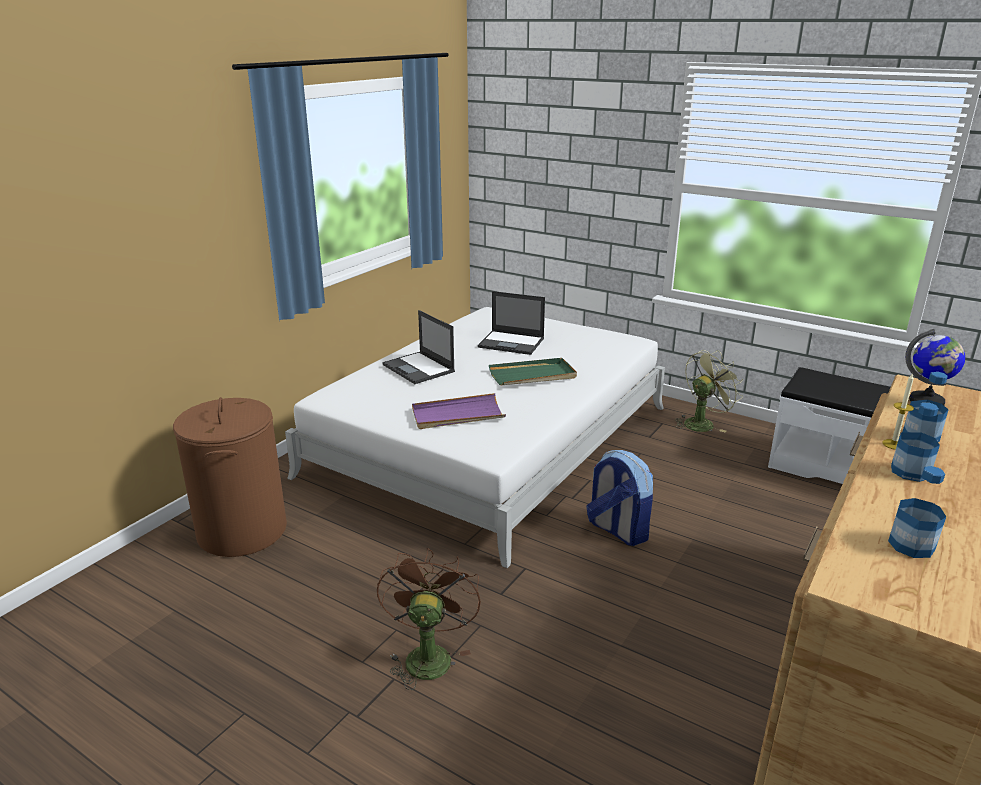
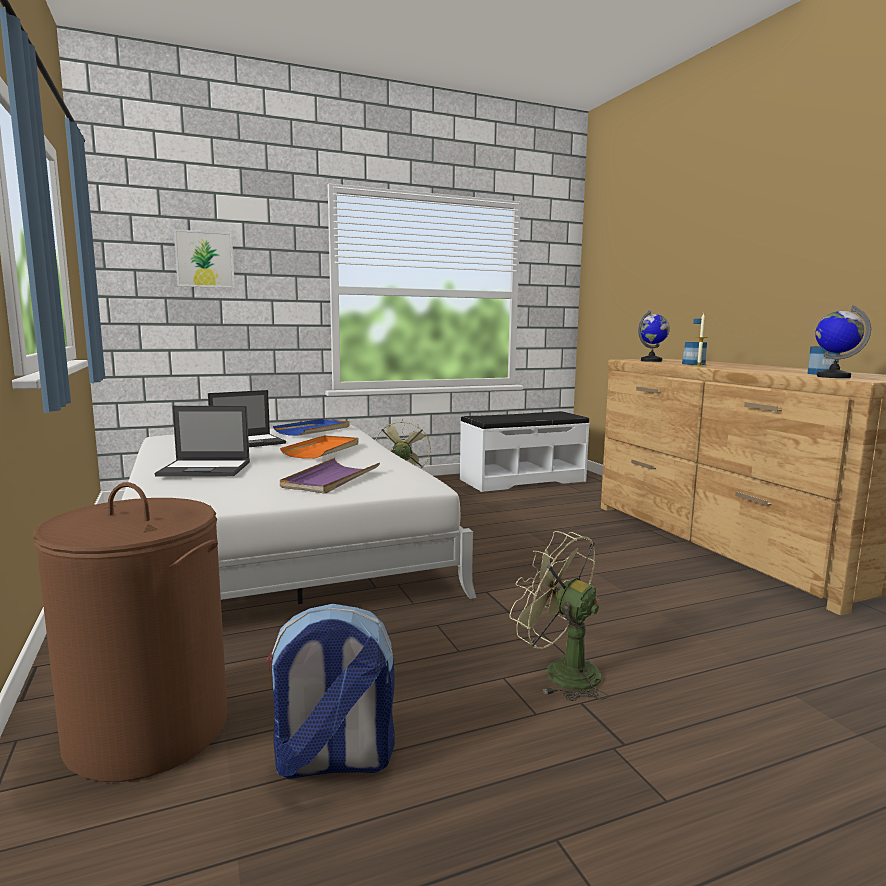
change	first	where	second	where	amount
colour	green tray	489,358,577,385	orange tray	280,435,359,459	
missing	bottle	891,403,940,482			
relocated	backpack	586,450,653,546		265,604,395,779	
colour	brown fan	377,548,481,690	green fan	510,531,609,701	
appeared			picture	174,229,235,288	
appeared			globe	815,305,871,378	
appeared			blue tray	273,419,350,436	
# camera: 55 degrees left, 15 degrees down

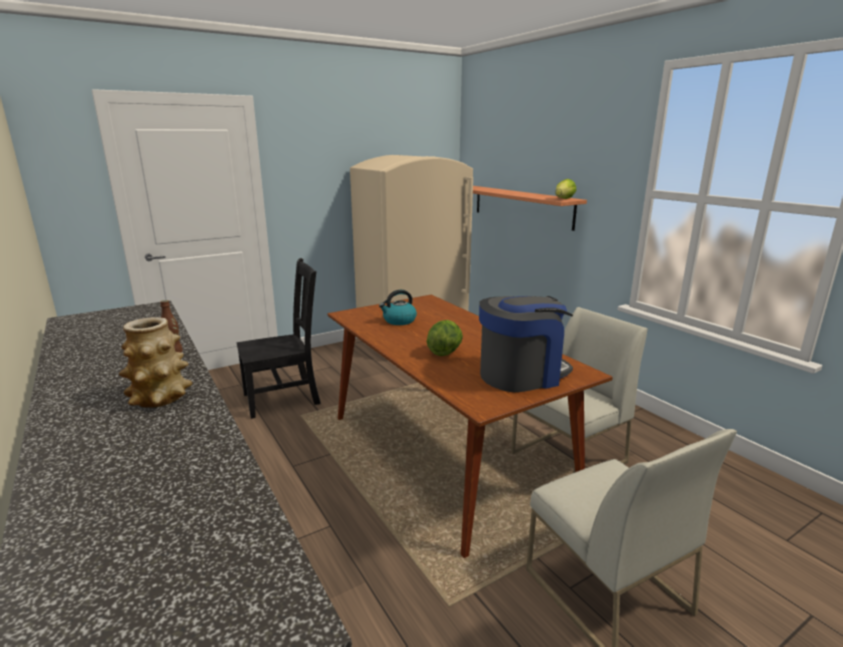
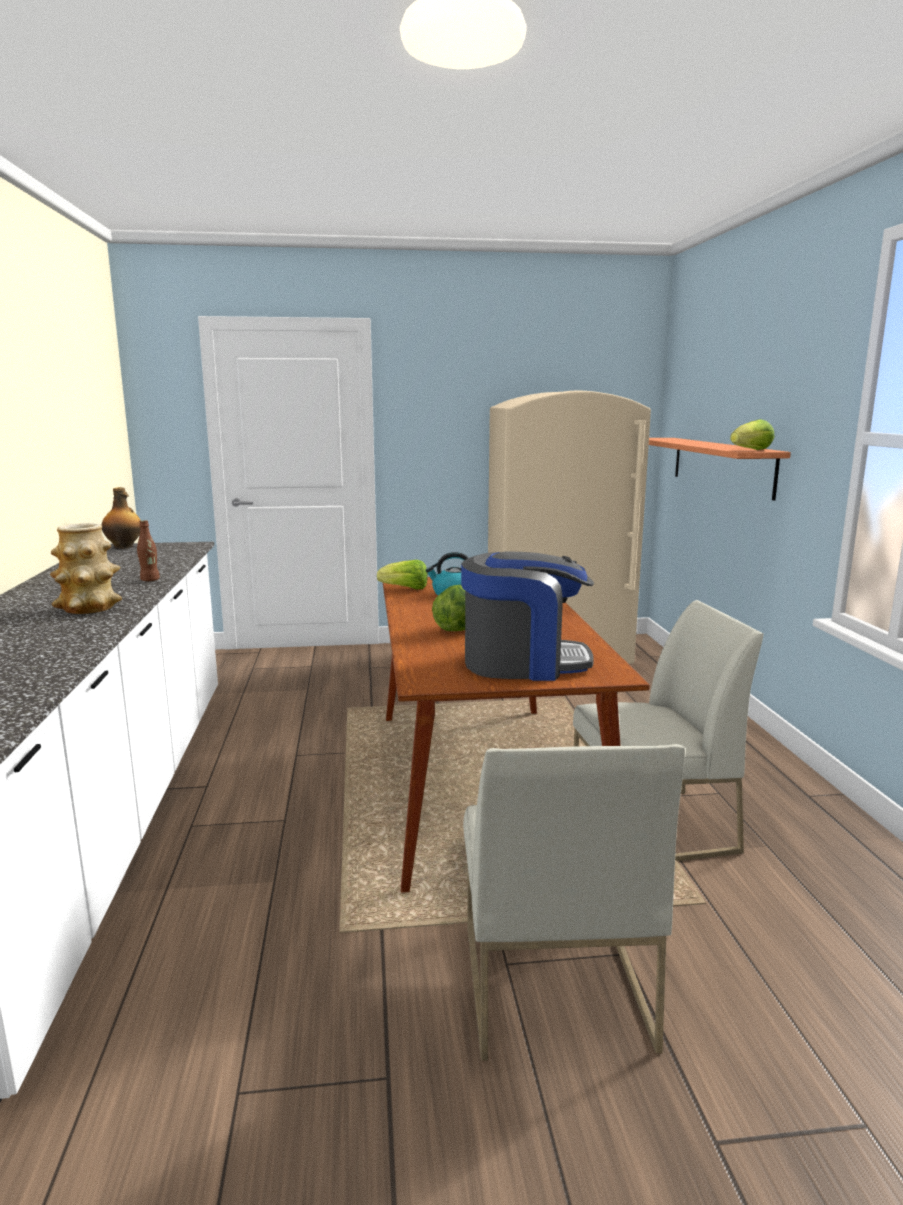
change	first	where	second	where	amount
missing	black chair	237,258,321,419			
appeared			bottle	102,487,141,549	
appeared			lettuce	377,560,428,590	
# camera: 25 degrees right, 5 degrees down

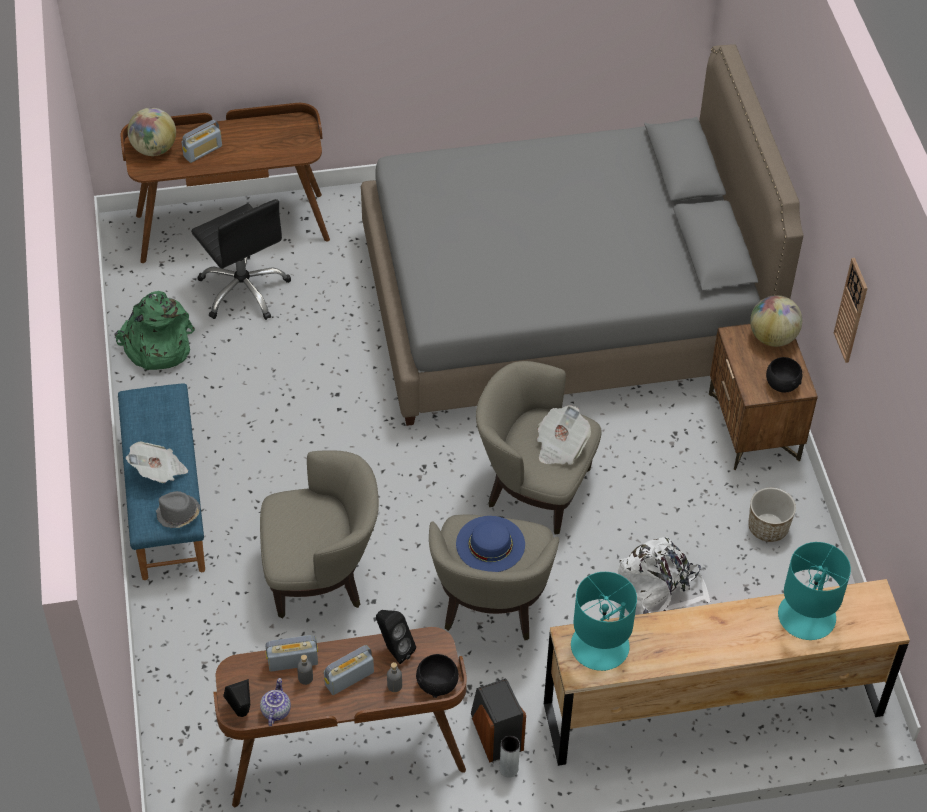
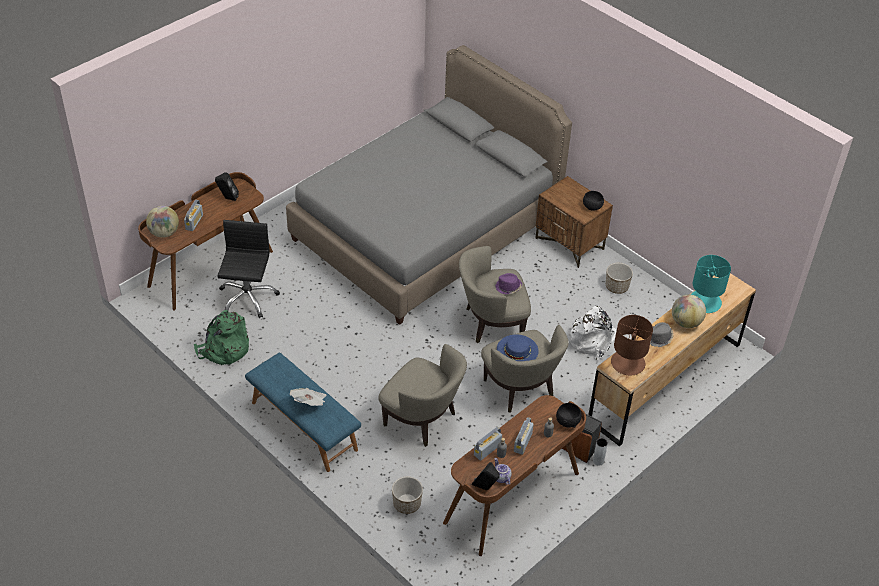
change	first	where	second	where	amount
spun	black office chair	191,199,291,320		217,220,280,318	105 degrees counterclockwise
missing	wall clock	834,258,867,363			
relocated	globe	750,295,802,347		672,294,706,328	
exchanged	newspaper	537,405,591,465	purple hat	495,273,522,294	
spun	beige armchair	260,450,379,618		378,344,467,447	75 degrees clockwise
relocated	grey hat	156,491,200,528		650,322,673,347	
colour	turquoise table lamp	571,572,637,671	brown table lamp	611,315,653,376	
relocated	black speaker	376,610,416,664		215,172,239,201	
appeared			planter	392,476,423,514	
# camera: 35 degrees left, 5 degrees down

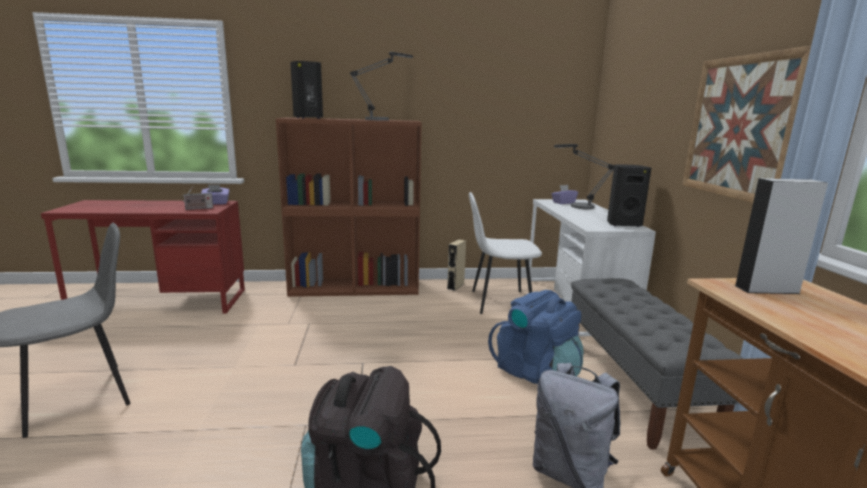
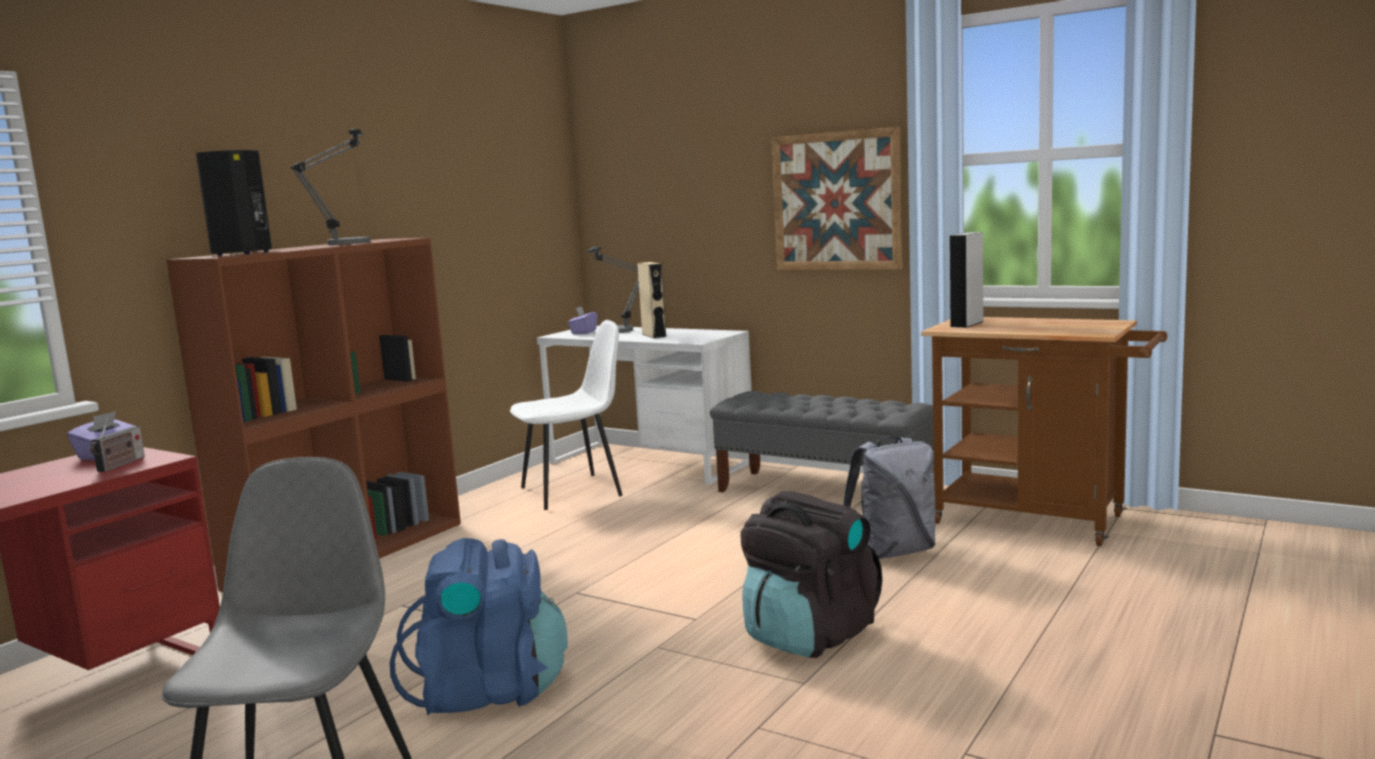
change	first	where	second	where	amount
missing	black speaker	607,164,651,227			
spun	white chair	469,192,542,314		510,320,623,510	150 degrees counterclockwise
relocated	beige speaker	447,239,466,291		637,262,666,338	
relocated	blue backpack	488,290,584,384		390,538,568,715	
# camera: 50 degrees left, 5 degrees down

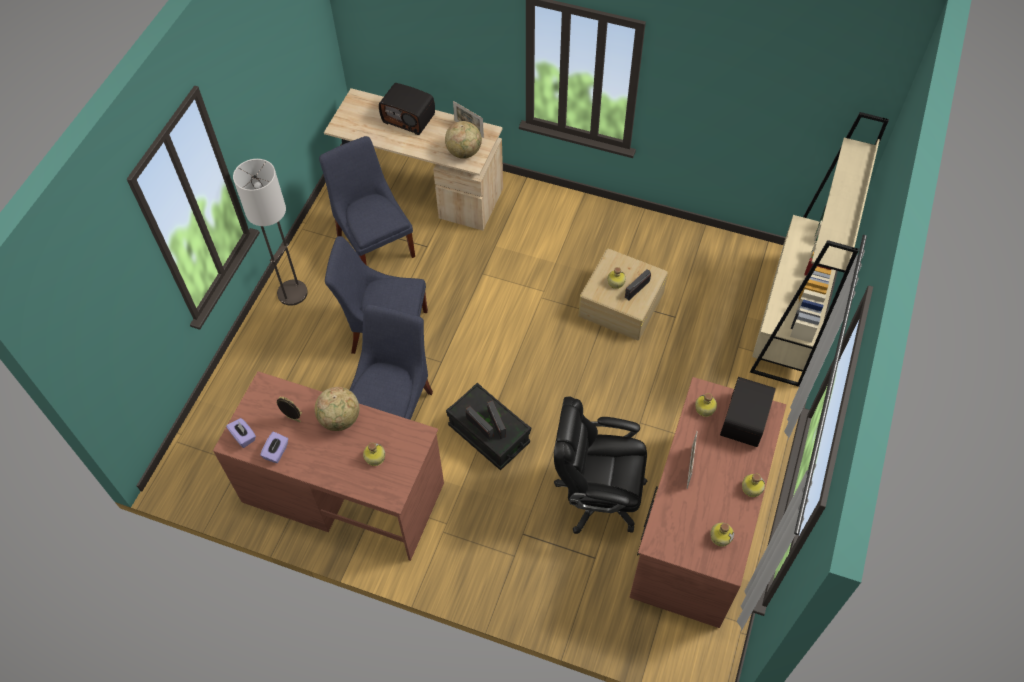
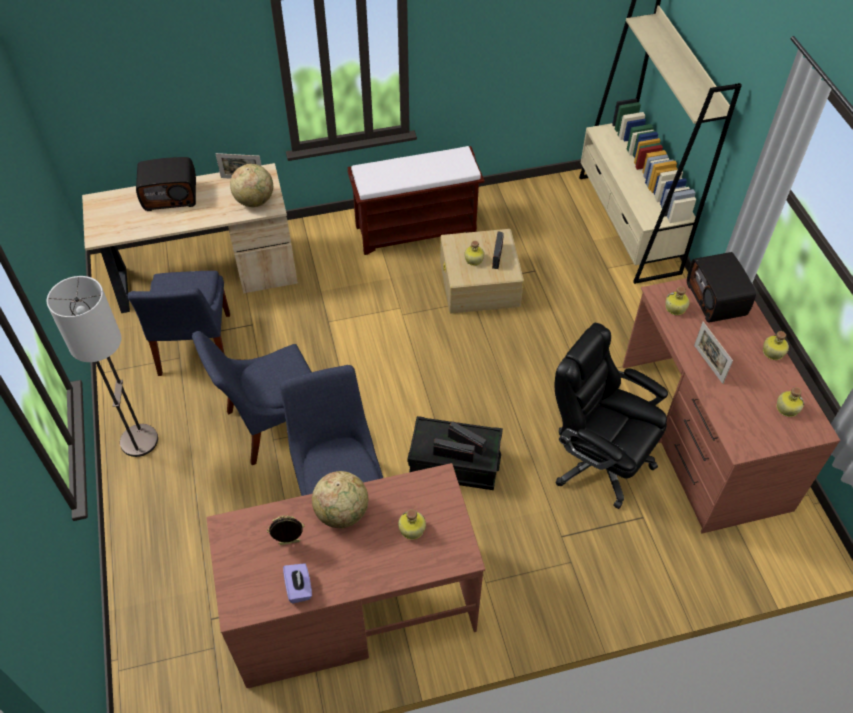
change	first	where	second	where	amount
spun	blue chair	319,136,415,265		128,271,230,376	120 degrees counterclockwise
spun	black office chair	554,397,647,534		555,322,668,509	60 degrees clockwise
missing	purple tissue box	226,418,256,448			
appeared			brown bench	347,146,485,255	
# camera: 35 degrees left, 5 degrees down

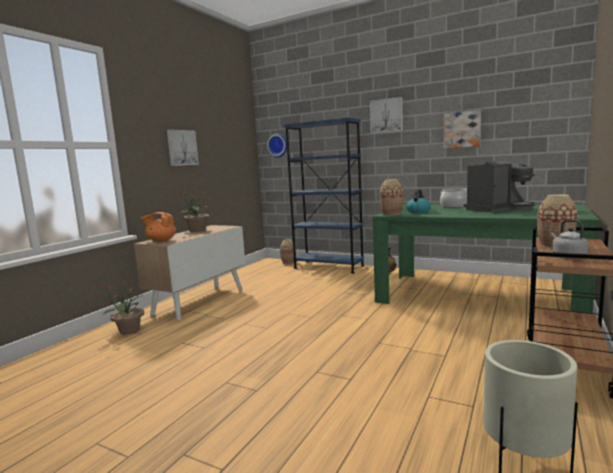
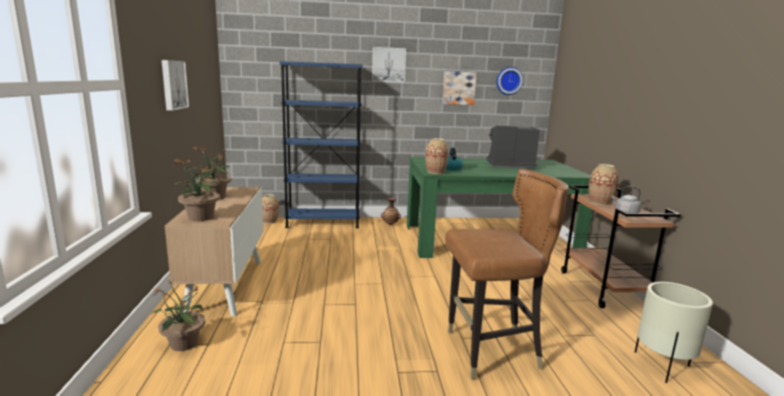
change	first	where	second	where	amount
relocated	wall clock	267,133,287,158		496,67,523,95	
spun	coffee machine	464,161,535,212		487,126,540,169	120 degrees counterclockwise
missing	cooking pot	440,188,467,208			
exchanged	orange teapot	141,212,176,242	potted plant	171,157,221,221	
appeared			brown chair	445,169,569,380	
# camera: 35 degrees left, 5 degrees up

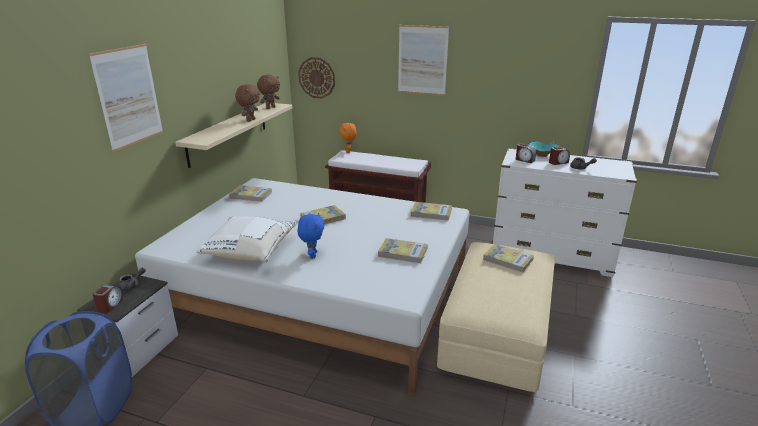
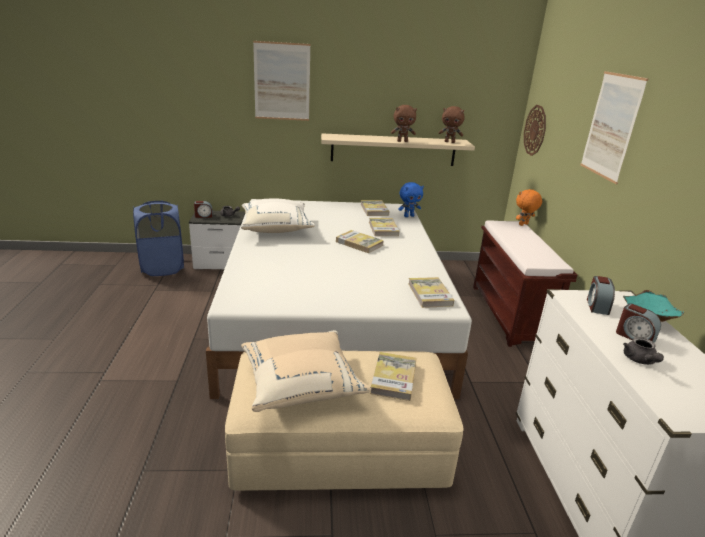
change	first	where	second	where	amount
relocated	blue plush toy	298,213,325,258		398,182,424,217	
relocated	book	378,238,428,263		369,218,400,236	
appeared			beige pillow	241,330,371,412	
# camera: 65 degrees right, 0 degrees up

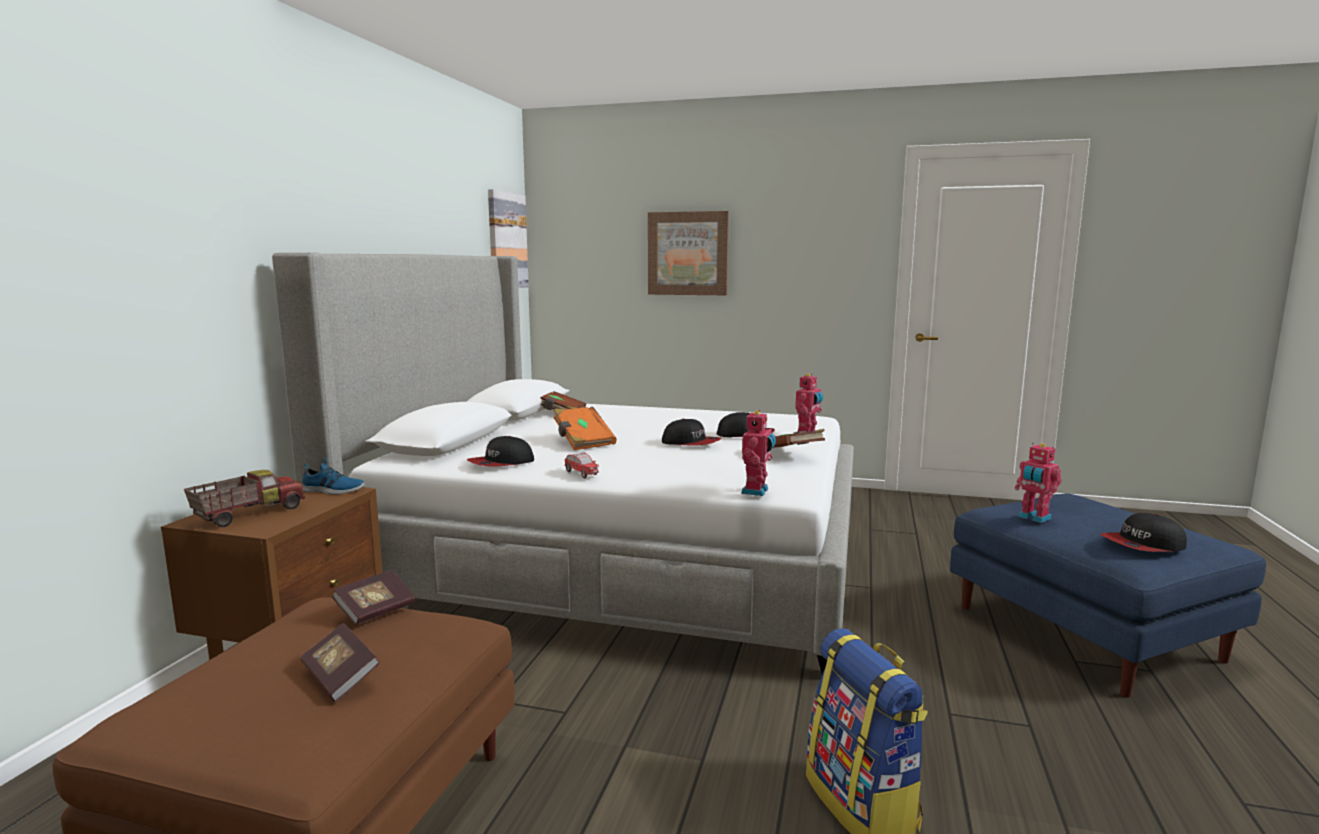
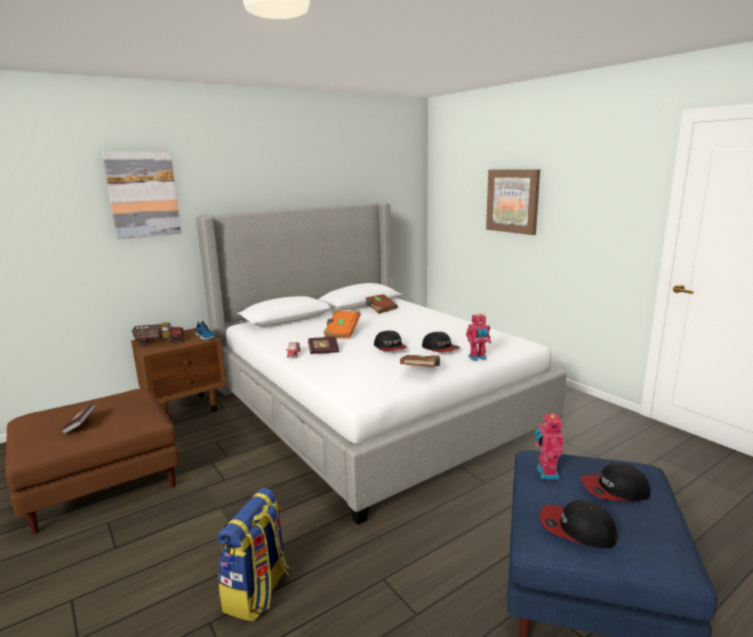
change	first	where	second	where	amount
relocated	picture	488,189,529,288		102,151,181,239	
missing	toy robot	741,410,776,496			
relocated	cap	467,436,534,467		581,463,651,501	
relocated	book	332,570,416,625		308,337,339,354	
# camera: 40 degrees right, 5 degrees up

